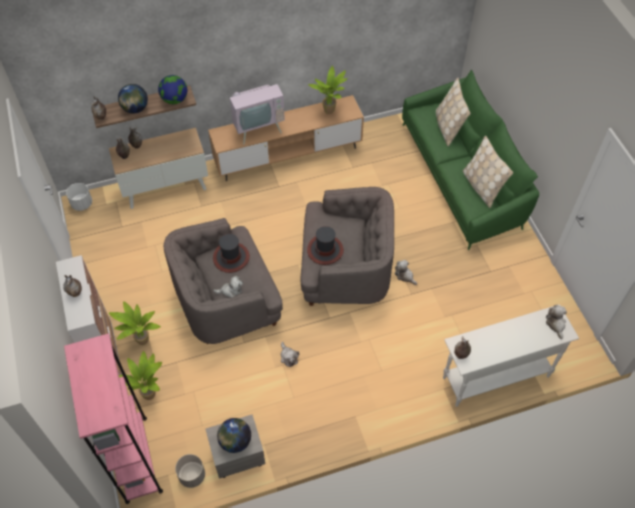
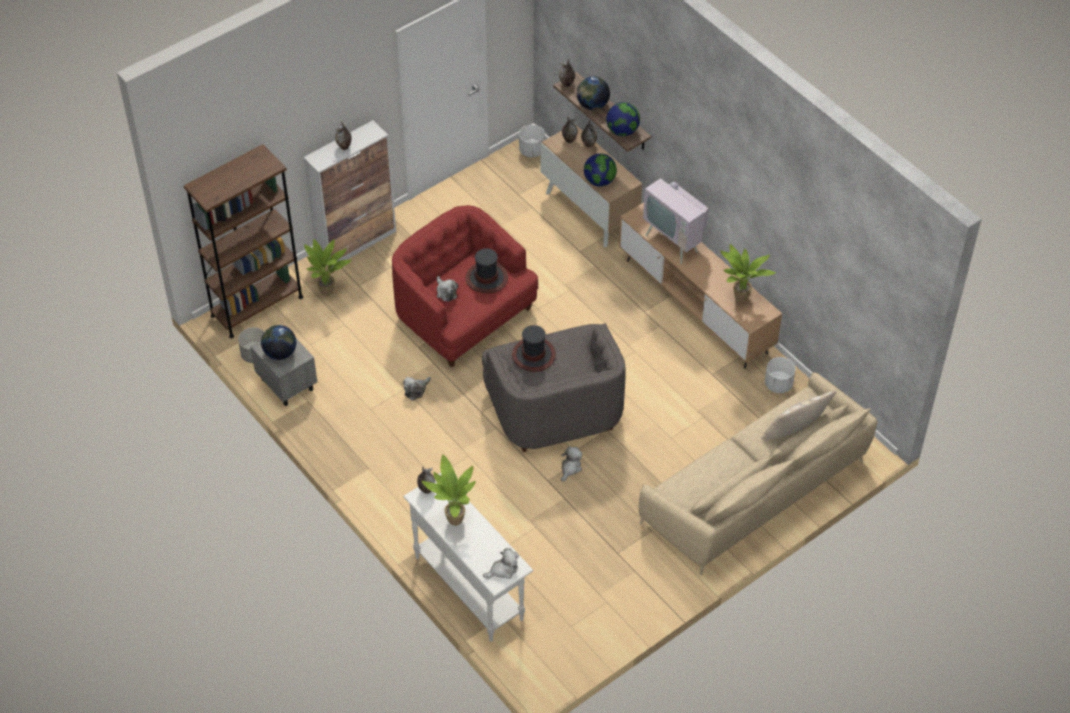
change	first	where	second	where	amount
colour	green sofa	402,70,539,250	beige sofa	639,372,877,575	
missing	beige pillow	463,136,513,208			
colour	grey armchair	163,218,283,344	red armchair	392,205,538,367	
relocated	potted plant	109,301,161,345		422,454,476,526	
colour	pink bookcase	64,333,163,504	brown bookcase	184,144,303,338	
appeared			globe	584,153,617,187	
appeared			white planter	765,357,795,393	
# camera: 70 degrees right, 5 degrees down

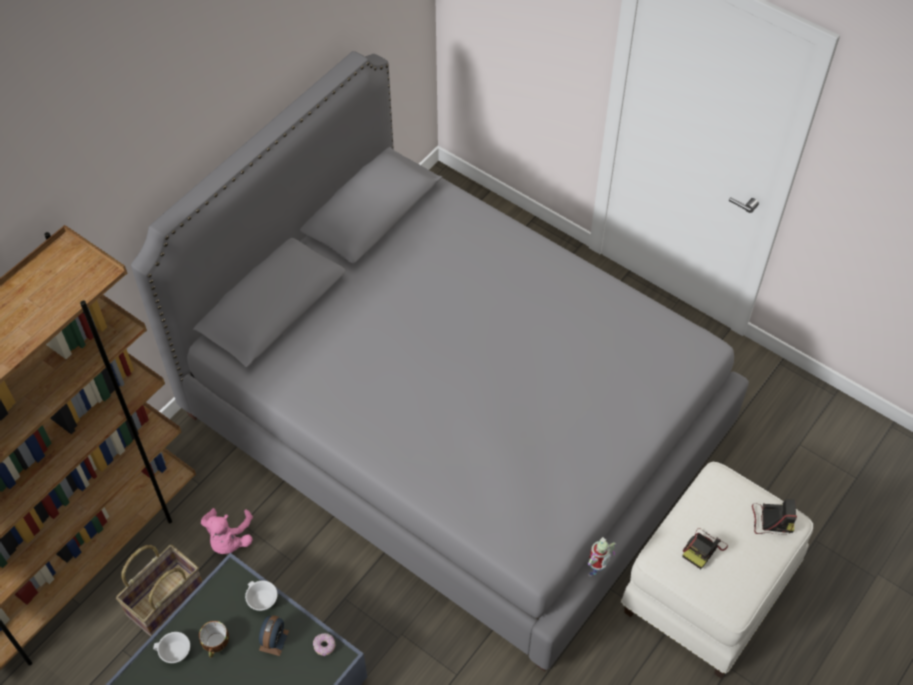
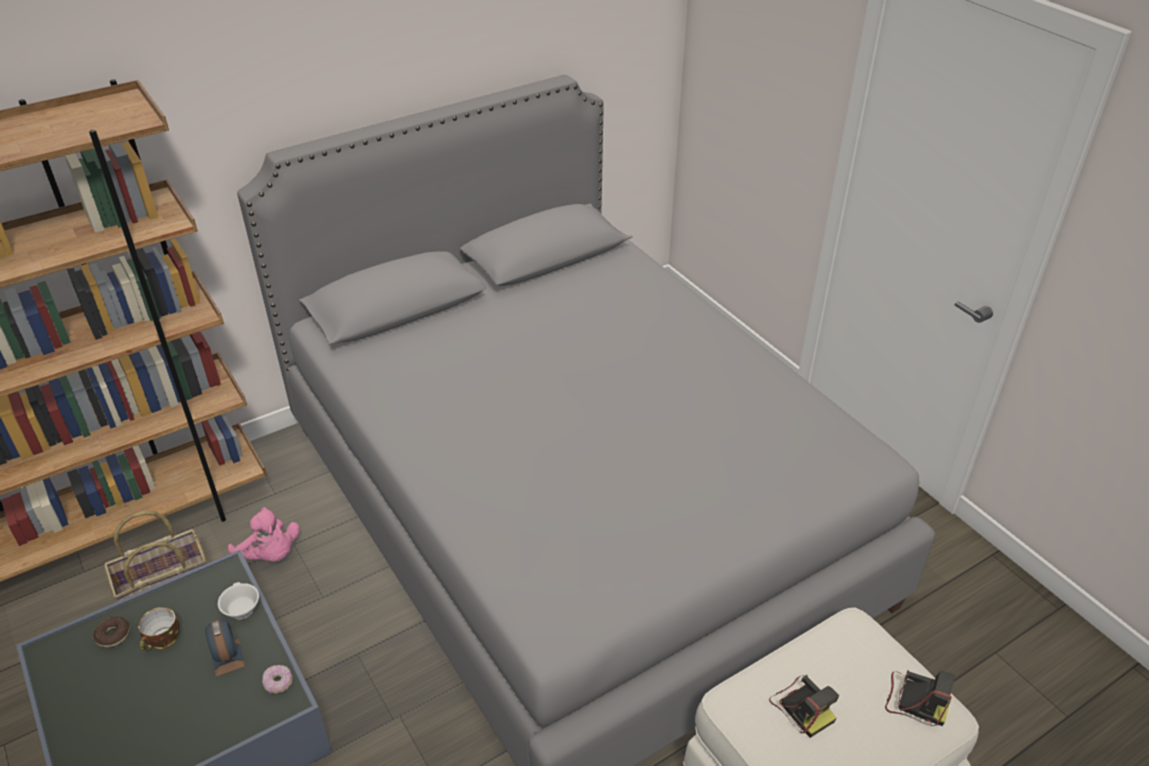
change	first	where	second	where	amount
spun	pink plush toy	201,508,253,554		228,507,300,562	75 degrees counterclockwise
spun	photo camera	682,528,728,569		769,675,839,738	90 degrees counterclockwise
missing	toy robot	588,537,616,577			
spun	alarm clock	259,615,289,656		205,619,245,677	60 degrees counterclockwise
exchanged	white cup	153,632,190,663	donut	93,617,130,647	
# camera: 20 degrees right, 15 degrees down

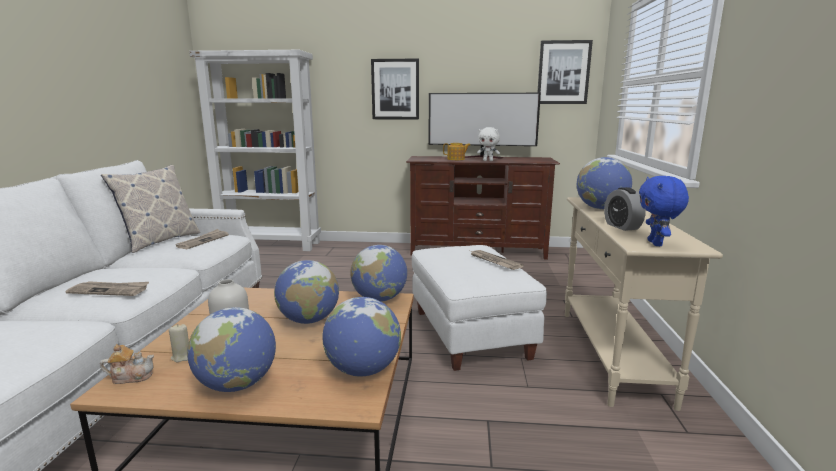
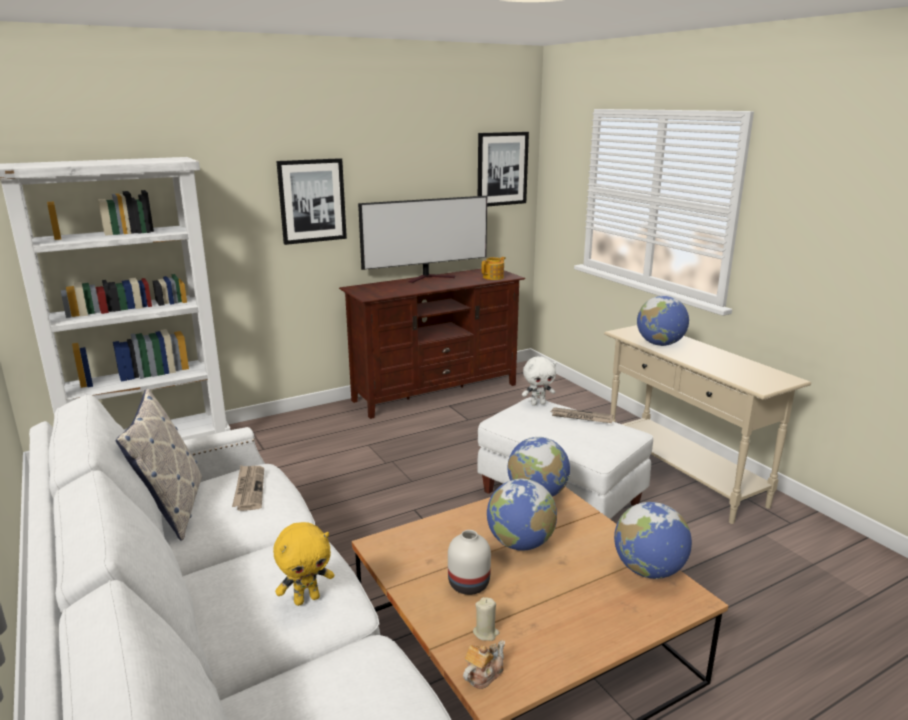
change	first	where	second	where	amount
relocated	white plush toy	477,127,500,161		522,357,556,406	
relocated	teapot	443,143,471,160		482,257,506,280	
missing	blue plush toy	639,176,689,246			
missing	alarm clock	604,187,646,231			
exchanged	newspaper	66,281,149,296	yellow plush toy	273,522,334,606	
missing	globe	187,307,276,392			
# camera: 35 degrees left, 5 degrees up

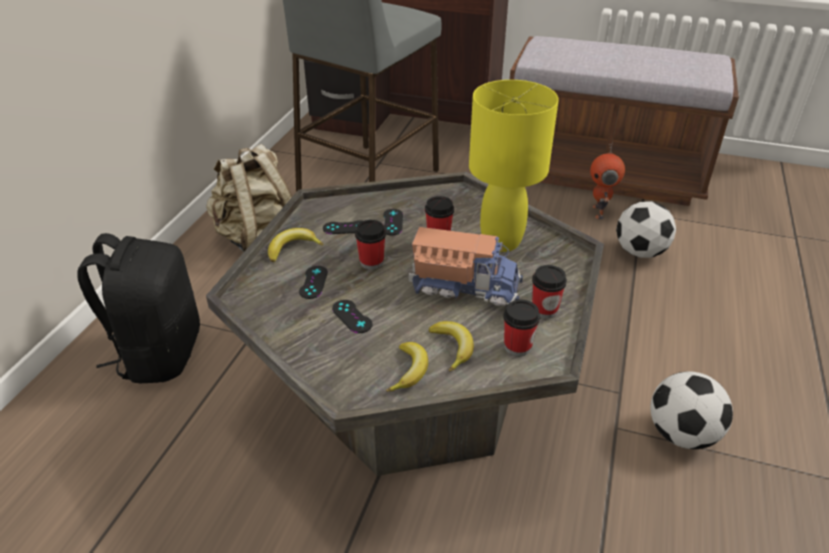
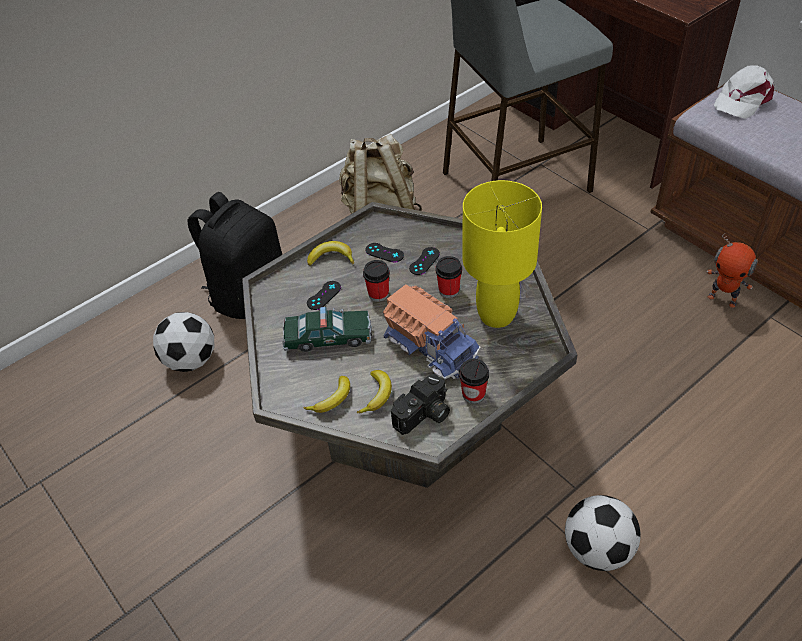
change	first	where	second	where	amount
spun	toy robot	590,143,625,219		707,233,758,308	90 degrees counterclockwise
relocated	football	616,201,676,258		153,312,214,372	
exchanged	black game controller	332,300,373,333	toy car	282,307,372,352	
exchanged	cup	503,300,540,356	photo camera	391,373,450,435	
appeared			white cap	714,66,774,119	
# camera: 35 degrees right, 10 degrees up

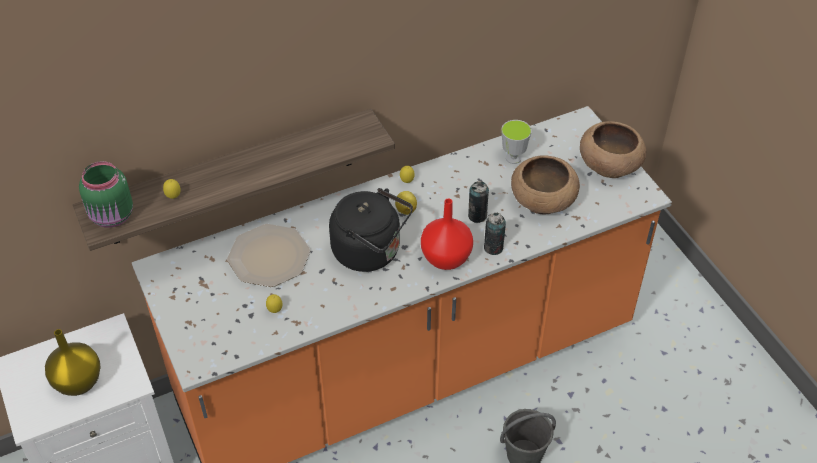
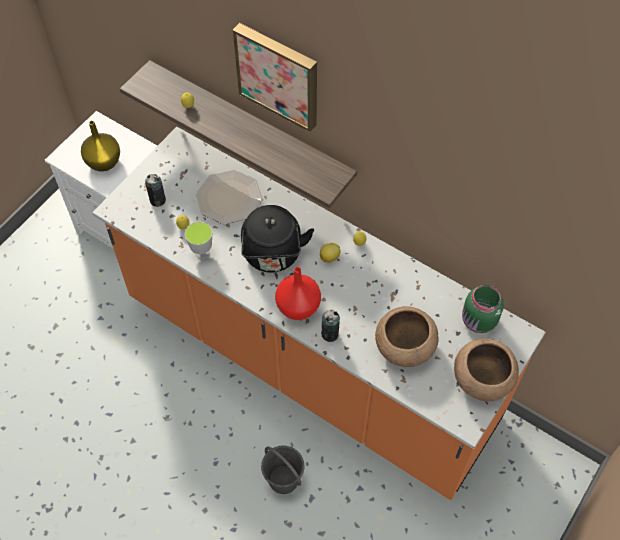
change	first	where	second	where	amount
relocated	cup	501,120,532,164		185,222,212,259	
relocated	green jar	79,161,133,228		462,285,504,333	
relocated	can	468,181,489,223		145,174,166,207	
appeared			picture	233,23,317,132	
# camera: 60 degrees right, 10 degrees up

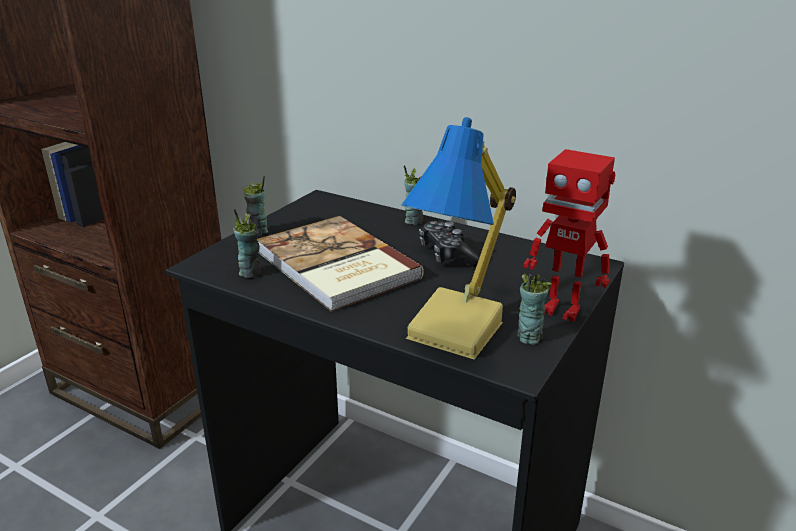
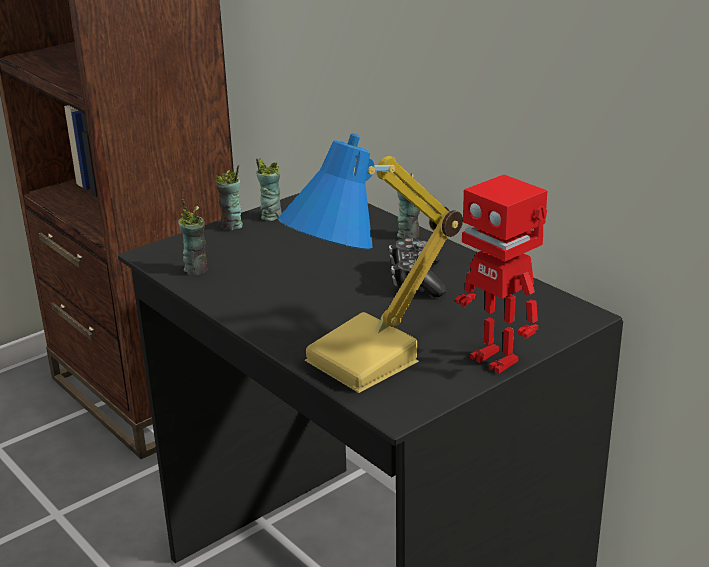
change	first	where	second	where	amount
missing	book	257,216,424,312			
relocated	cup	517,273,551,345		256,158,282,221	
# camera: 20 degrees right, 0 degrees up

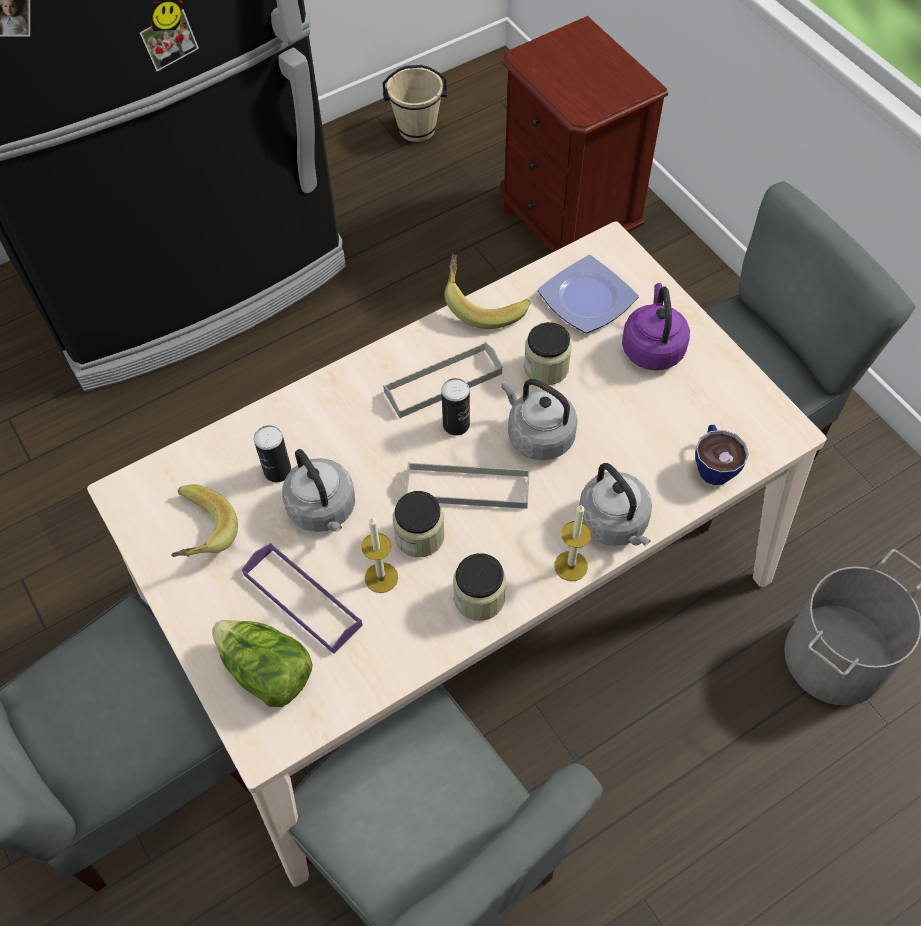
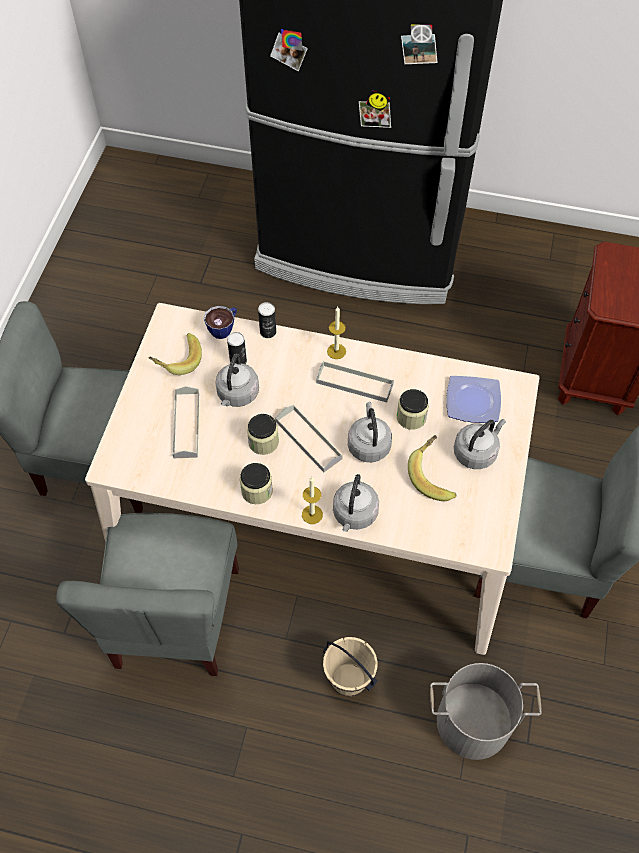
change	first	where	second	where	amount
relocated	beige bucket	383,65,447,142		323,637,378,697	
relocated	banana	444,254,530,329		408,435,457,501	
colour	purple kettle	622,283,690,371	grey kettle	454,419,506,469	
relocated	can	441,378,470,436		258,302,276,338	
relocated	cup	695,425,749,485		204,306,237,339	
relocated	candle	361,517,398,593		327,307,346,359	
colour	purple tray	242,543,362,654	grey tray	172,386,199,458	
missing	lettuce	212,620,313,707			
# camera: 45 degrees right, 0 degrees up

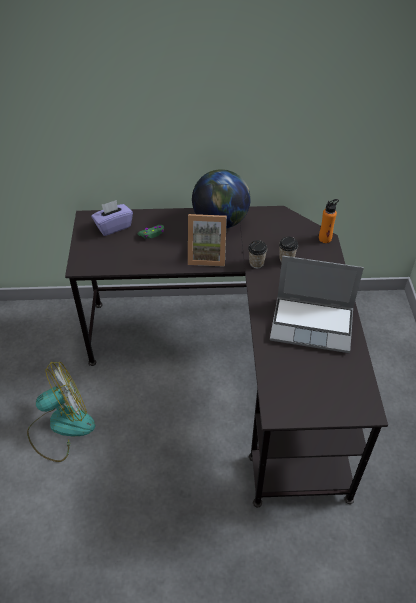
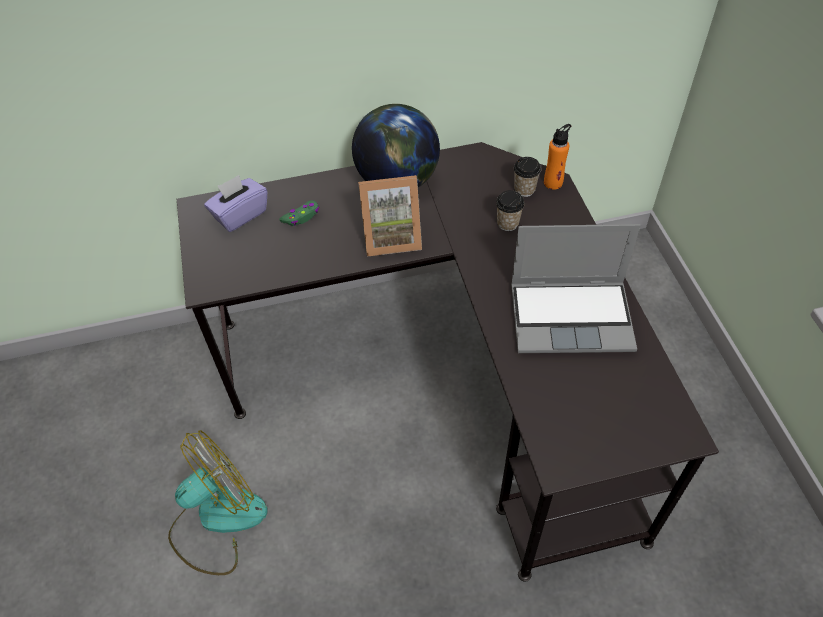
change	first	where	second	where	amount
relocated	cup	248,240,268,268		514,157,541,197	
# camera: 10 degrees left, 5 degrees up

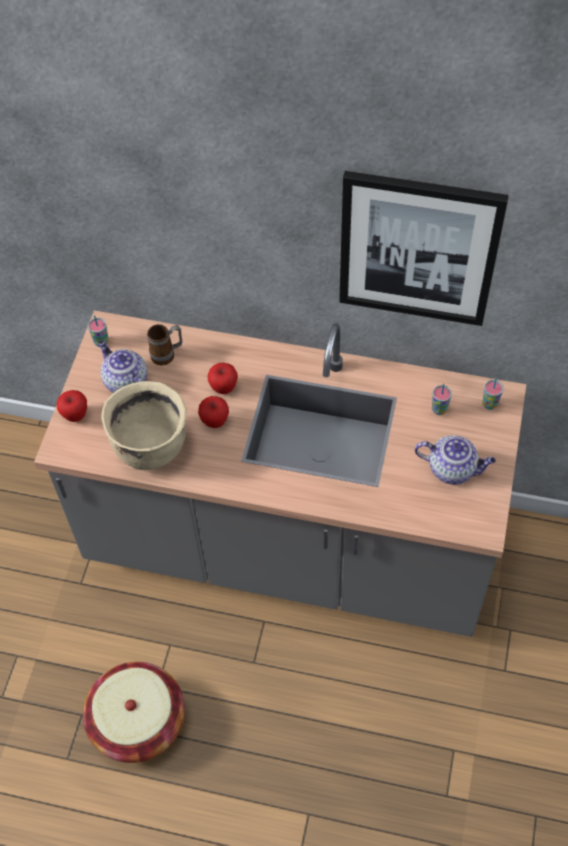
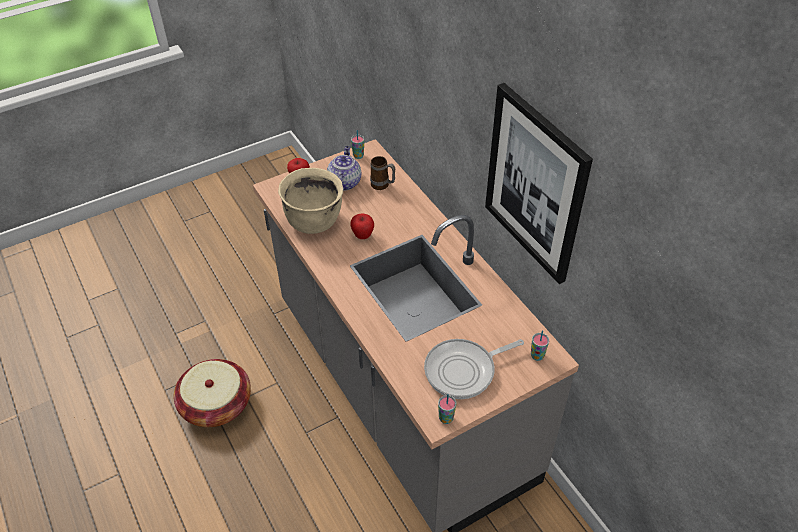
change	first	where	second	where	amount
missing	apple	208,363,238,394			
relocated	cup	432,384,452,415		438,394,456,424	
exchanged	teapot	415,436,496,485	frying pan	424,339,524,399	
# camera: 45 degrees right, 10 degrees down

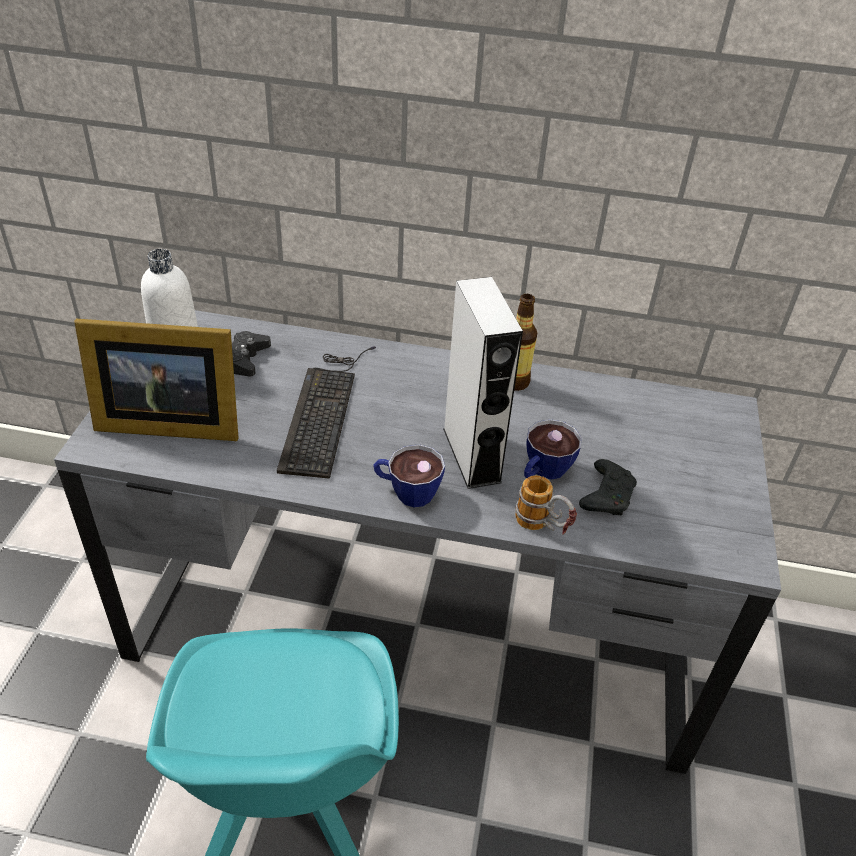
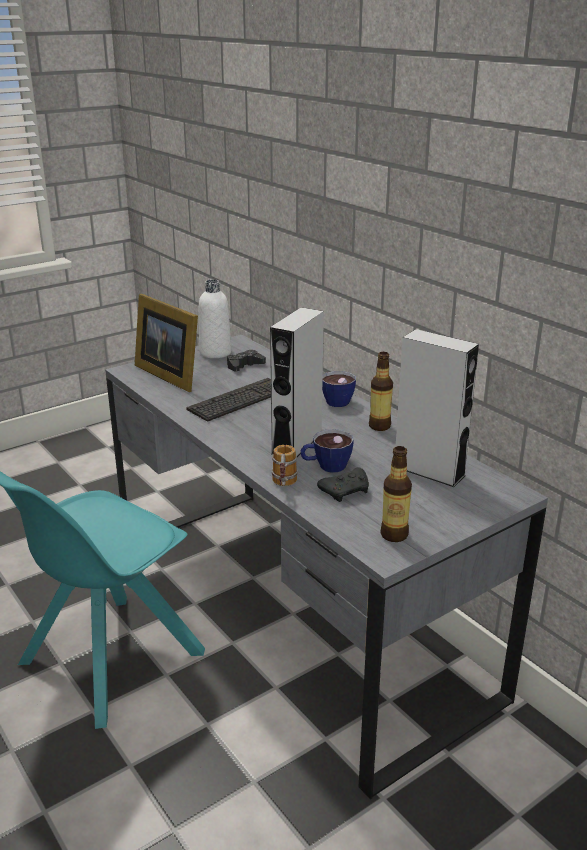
change	first	where	second	where	amount
relocated	cup	373,444,445,507		322,371,356,407	
appeared			grey speaker	396,329,479,487	
appeared			bottle	381,446,412,542	
# camera: 45 degrees right, 15 degrees down

